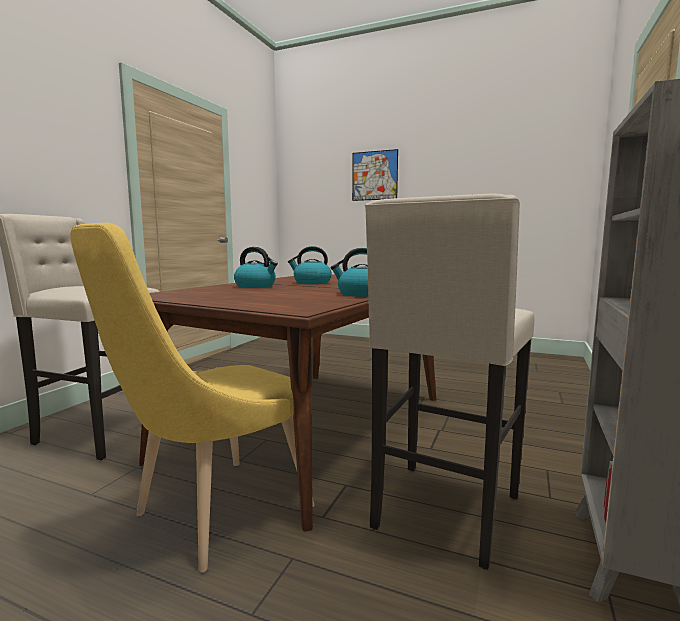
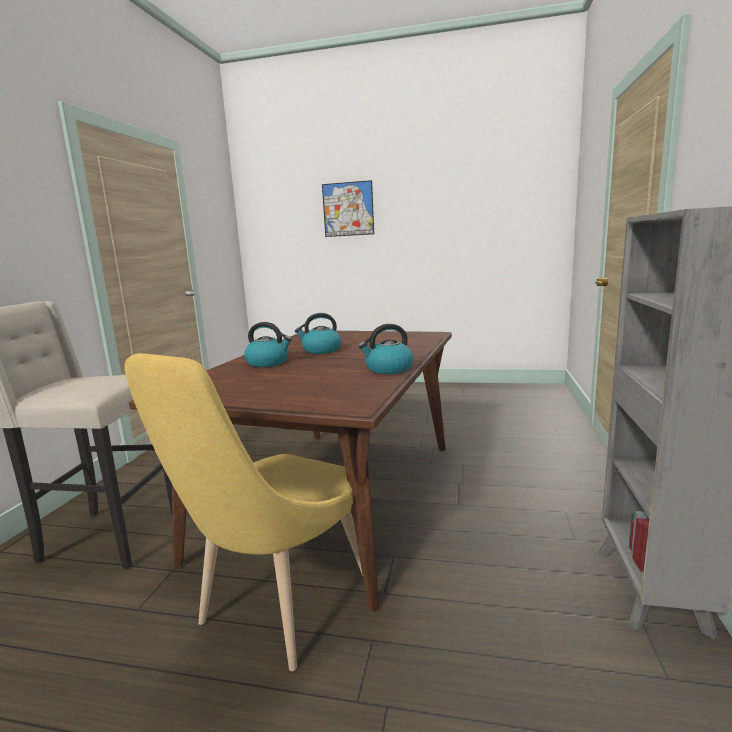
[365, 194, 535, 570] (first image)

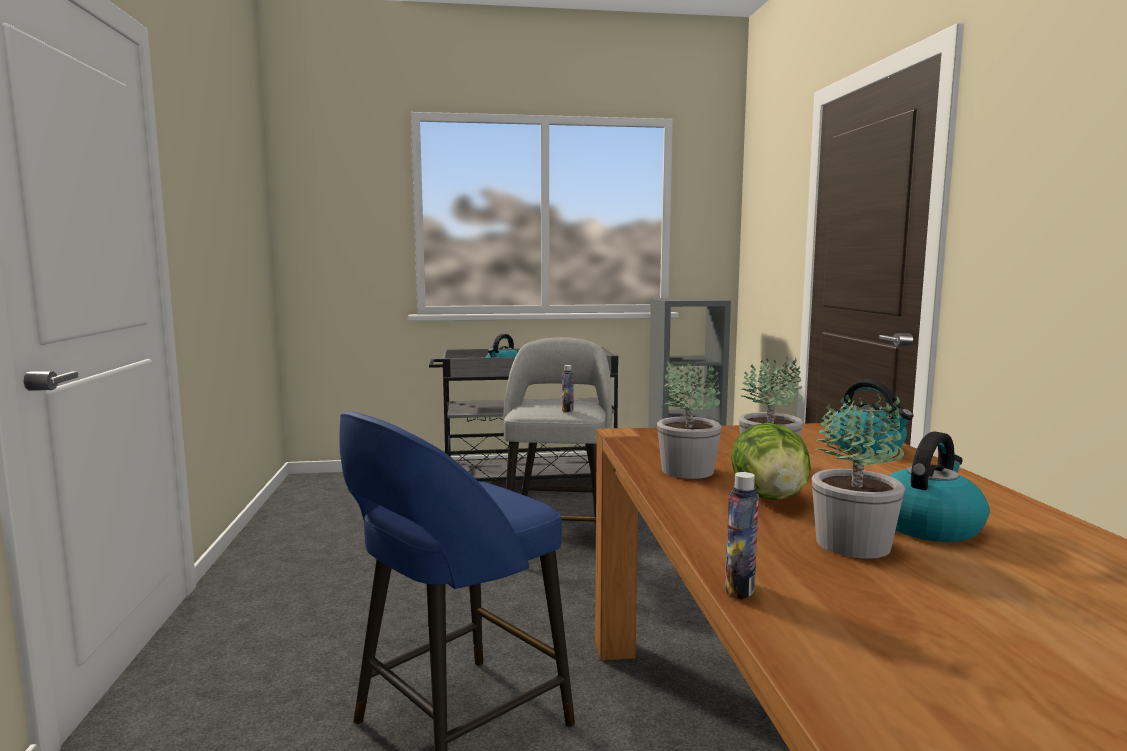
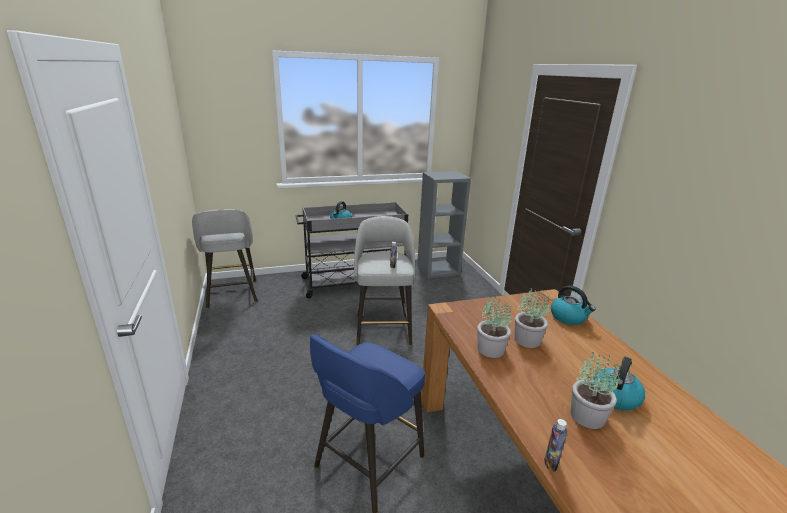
[192, 209, 257, 308]
[731, 423, 811, 500] (first image)

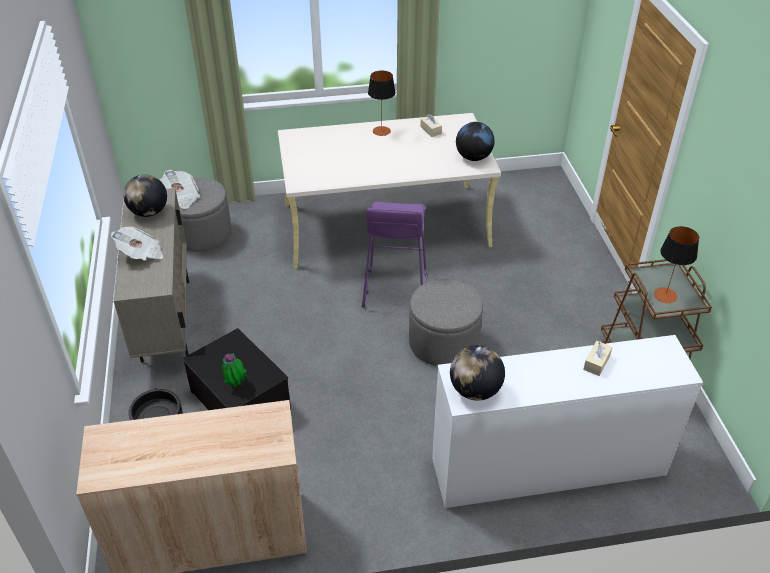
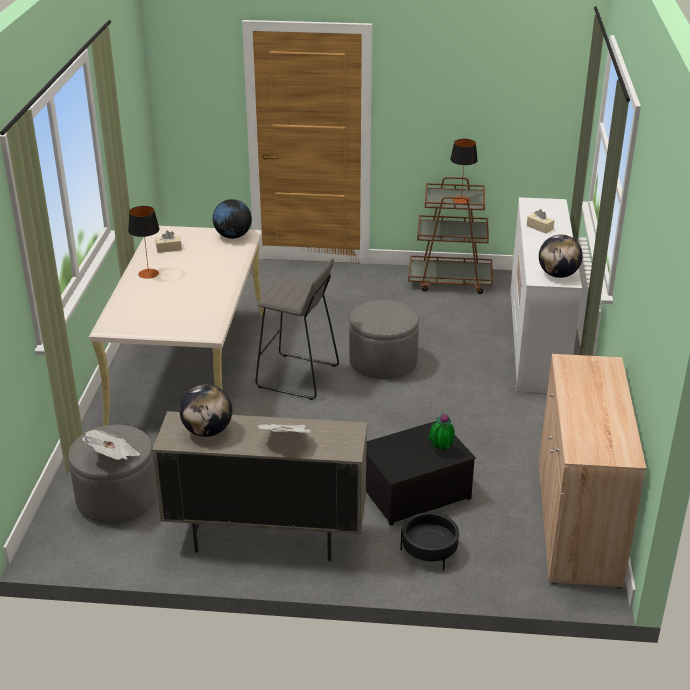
[255, 258, 339, 400]

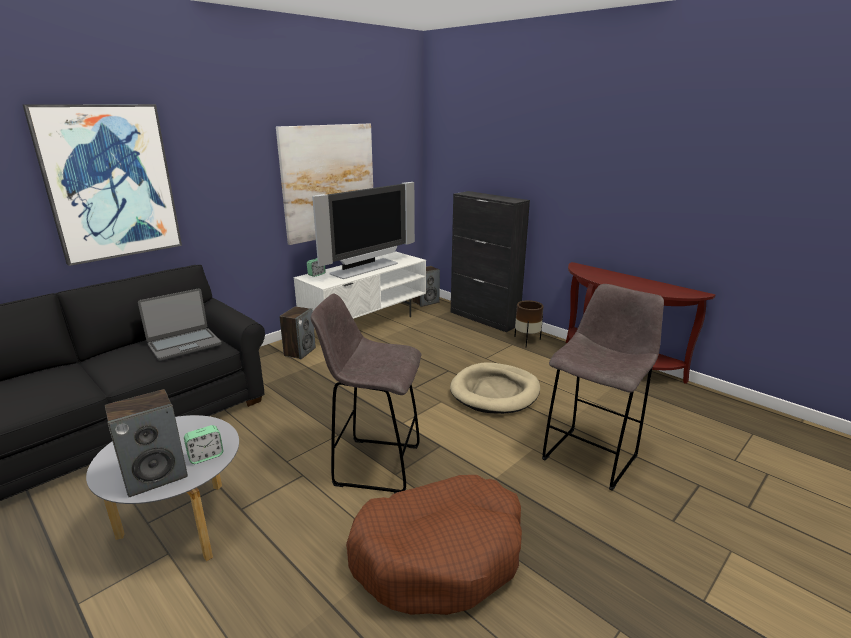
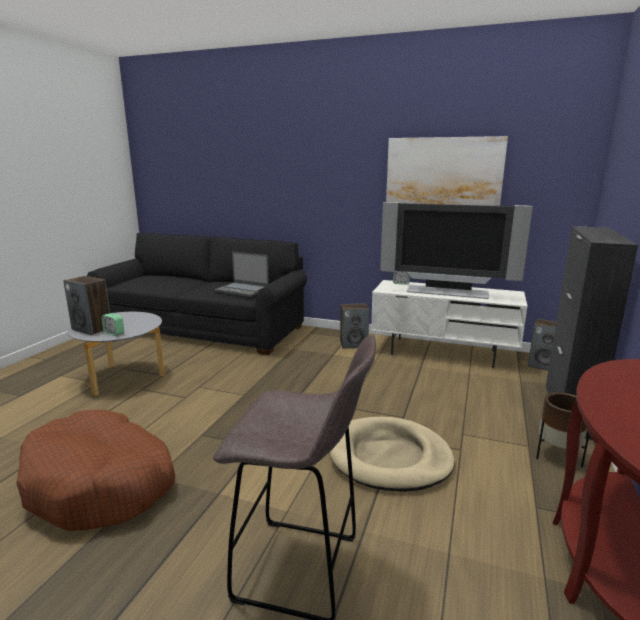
[22, 104, 182, 266] (first image)
[311, 293, 421, 493] (first image)

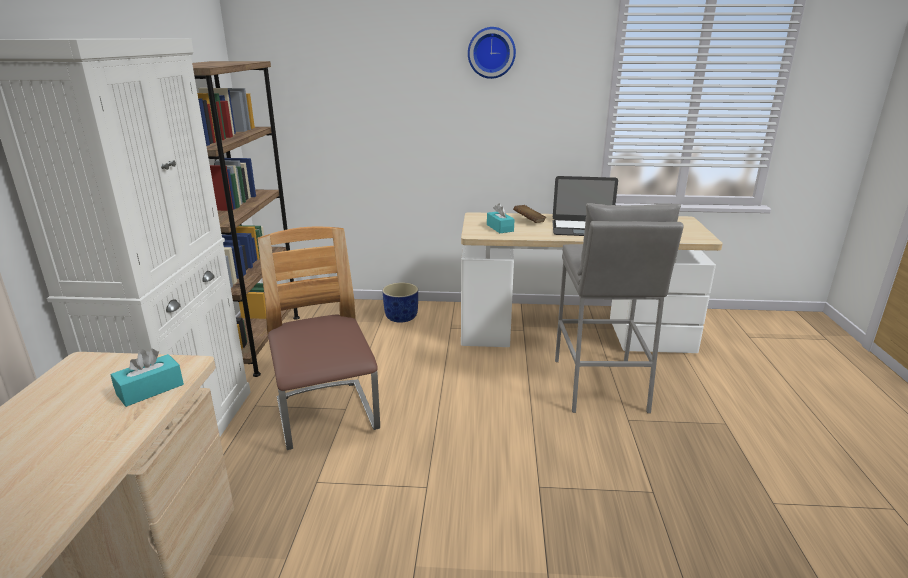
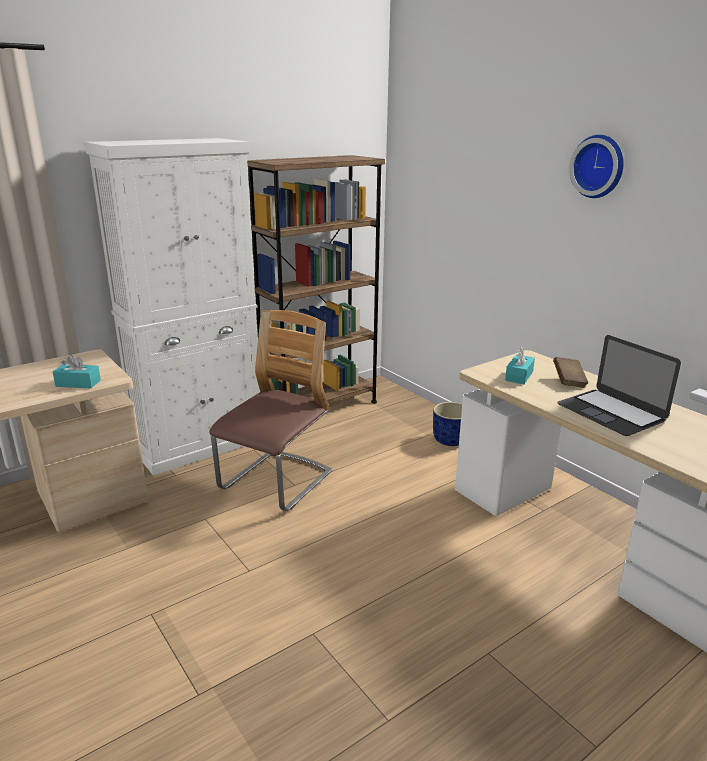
[555, 203, 684, 413] (first image)

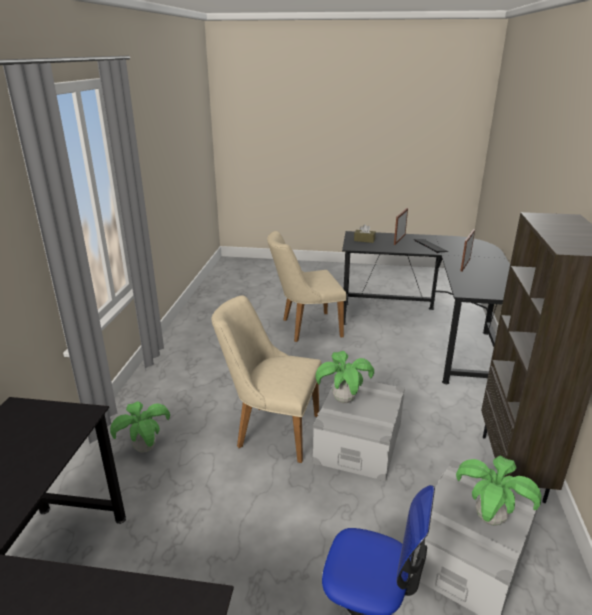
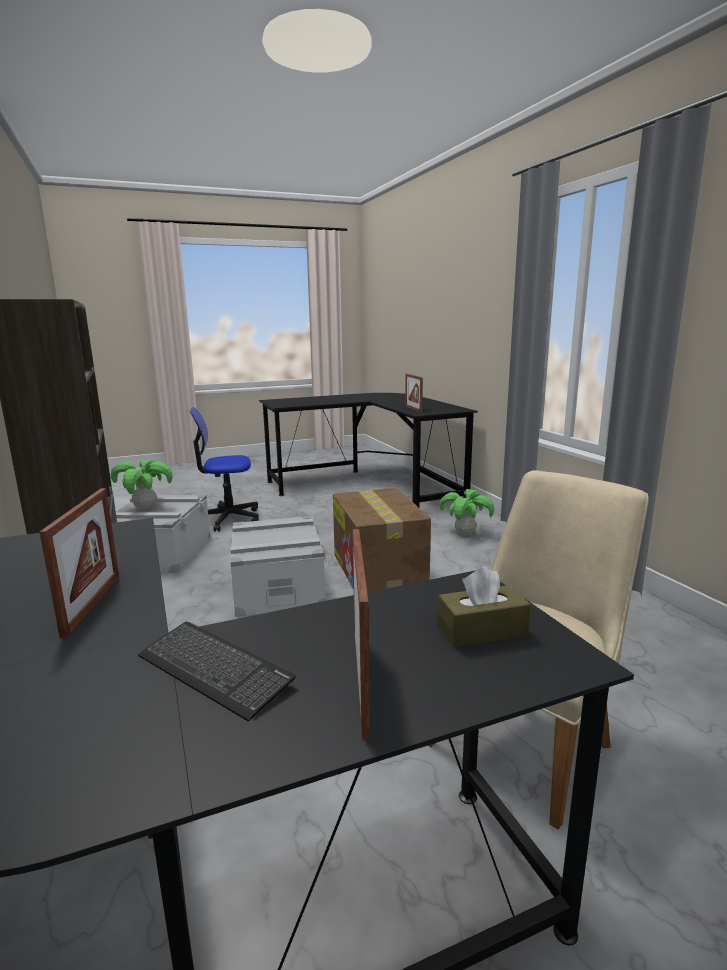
[333, 488, 431, 592]
[405, 374, 423, 412]
[315, 351, 374, 403] (first image)

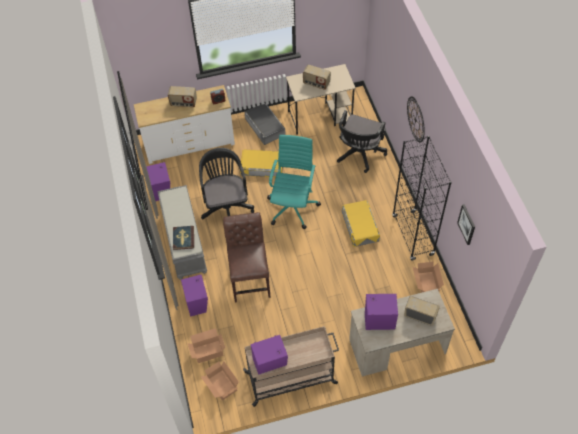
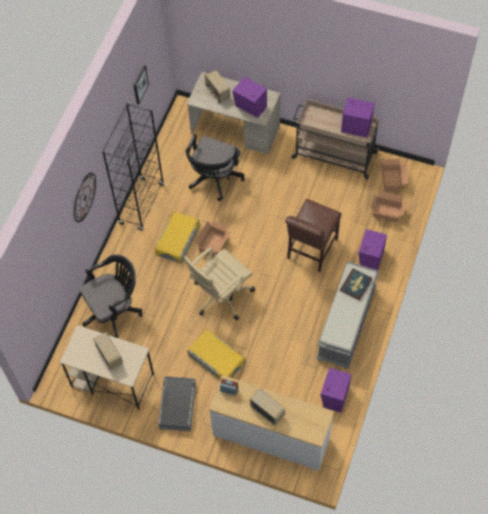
[184, 247, 255, 320]
[185, 134, 245, 201]
[195, 220, 231, 257]

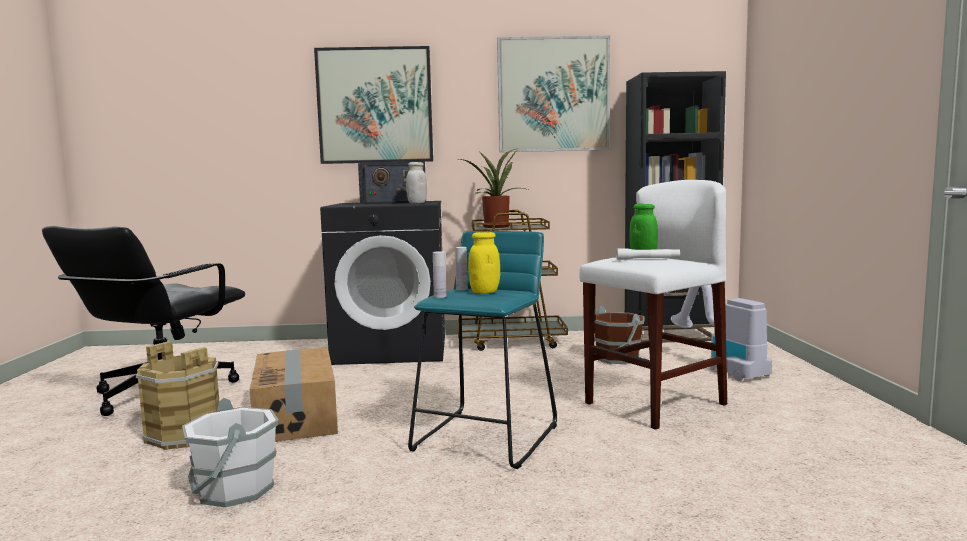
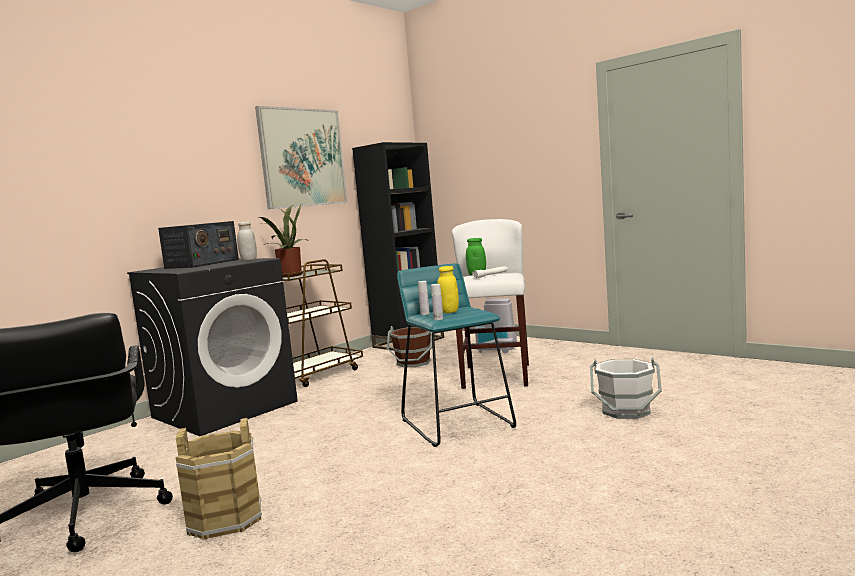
[590, 357, 662, 419]
[250, 347, 338, 442] (first image)
[314, 46, 433, 164] (first image)

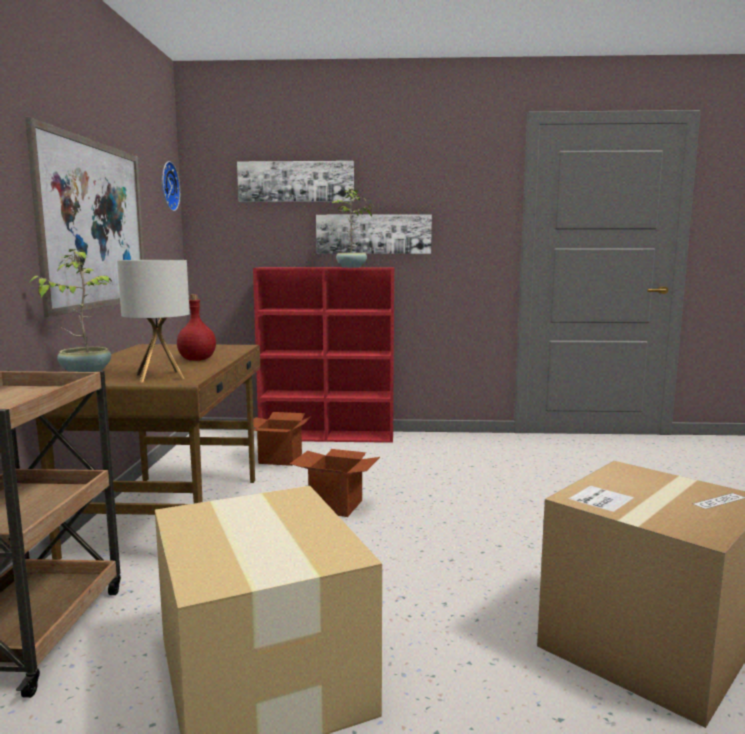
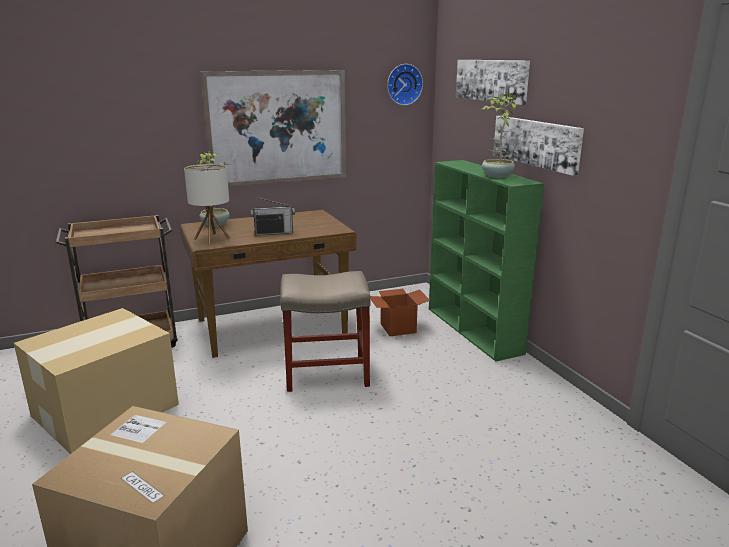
[251, 197, 295, 235]
[280, 271, 371, 392]
[429, 160, 544, 362]

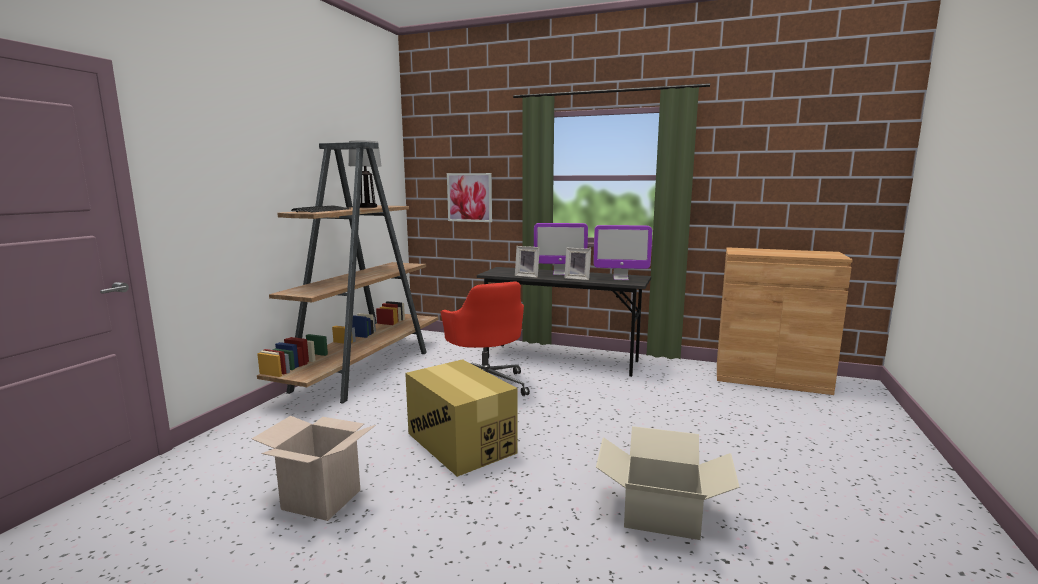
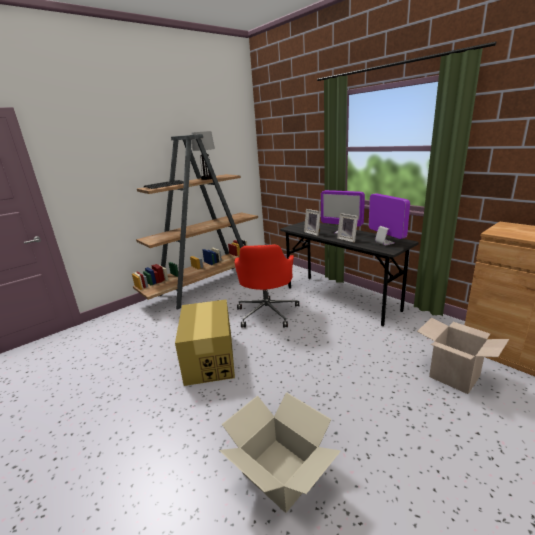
[369, 193, 410, 245]
[417, 317, 509, 394]
[447, 173, 492, 222] (first image)

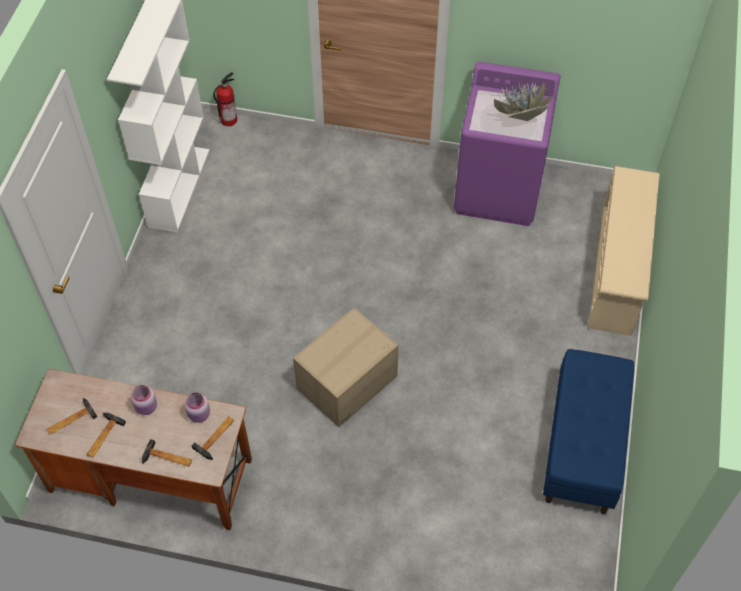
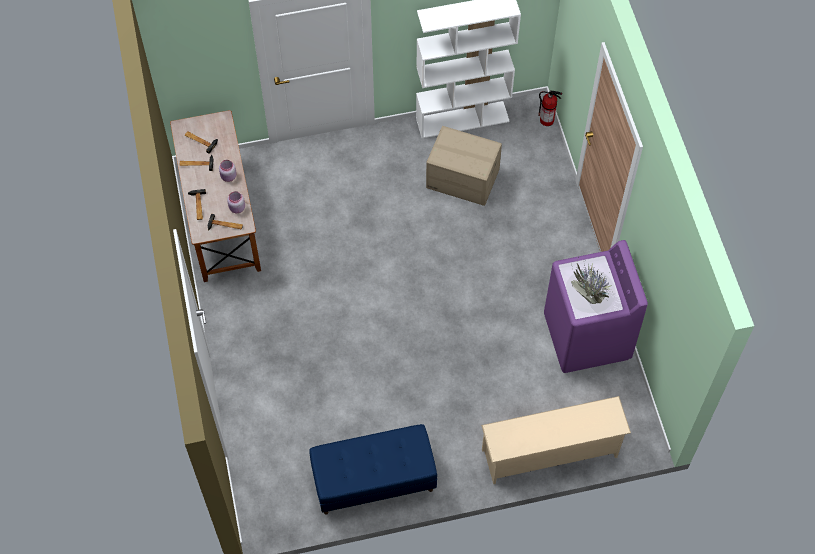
[426, 126, 502, 206]

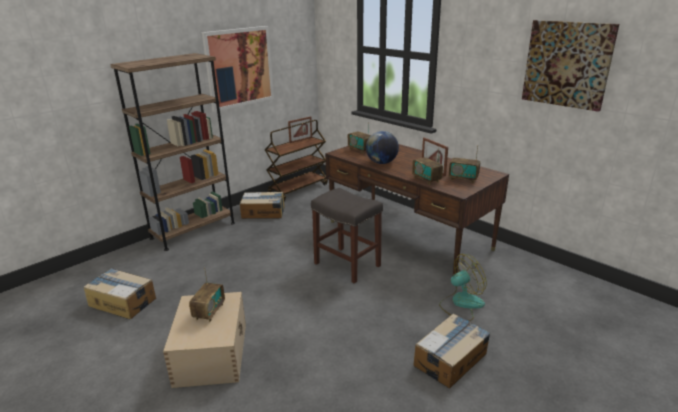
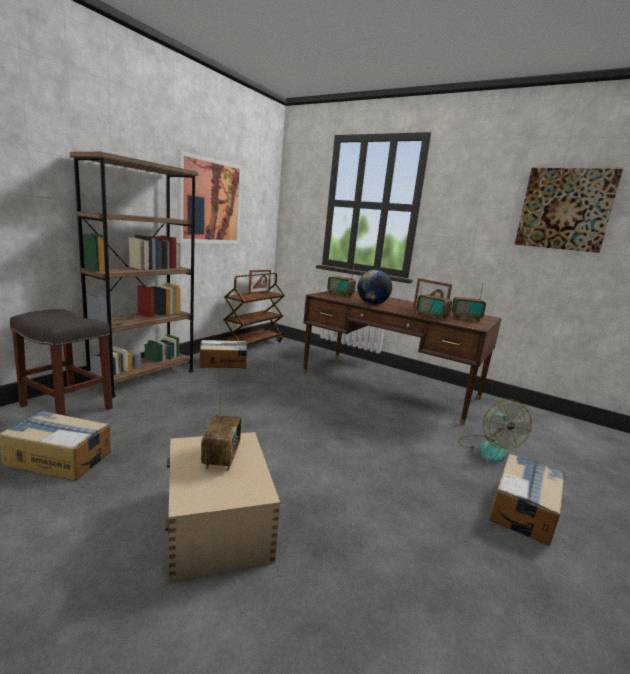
[10, 309, 113, 415]
[458, 399, 532, 462]

